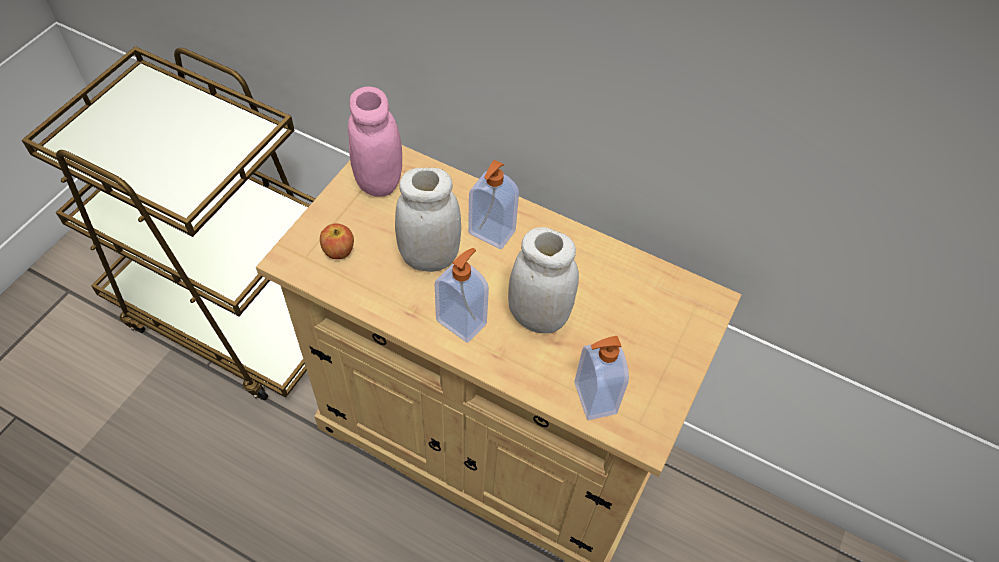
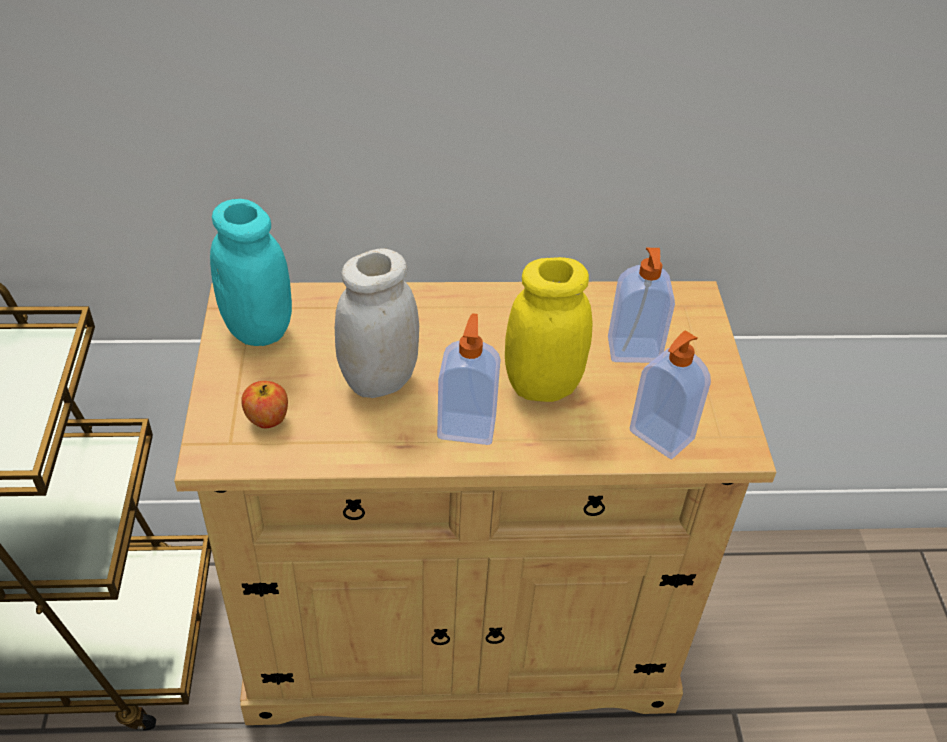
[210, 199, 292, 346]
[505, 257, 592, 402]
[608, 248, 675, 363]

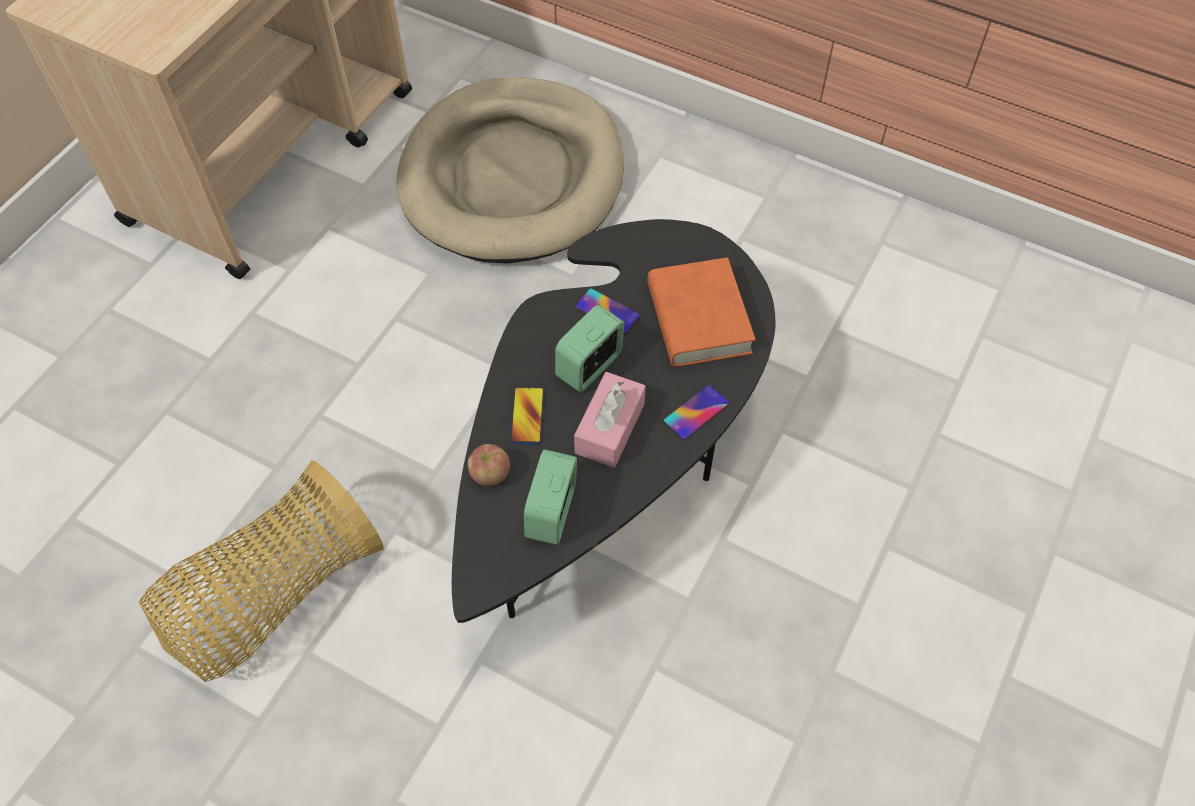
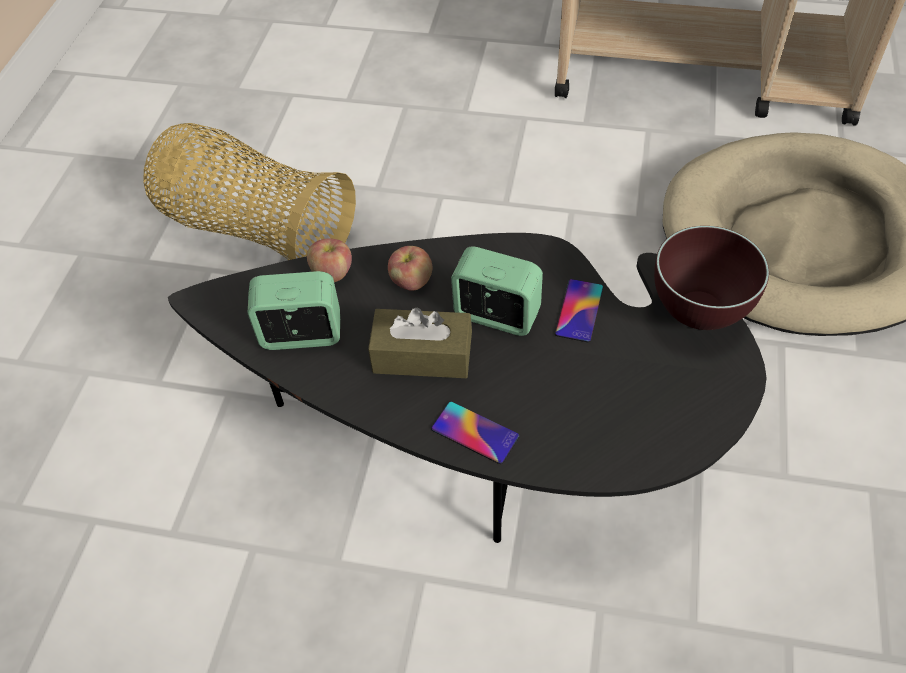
[368, 308, 472, 378]
[388, 246, 433, 291]
[654, 226, 769, 330]
[647, 257, 755, 367] (first image)

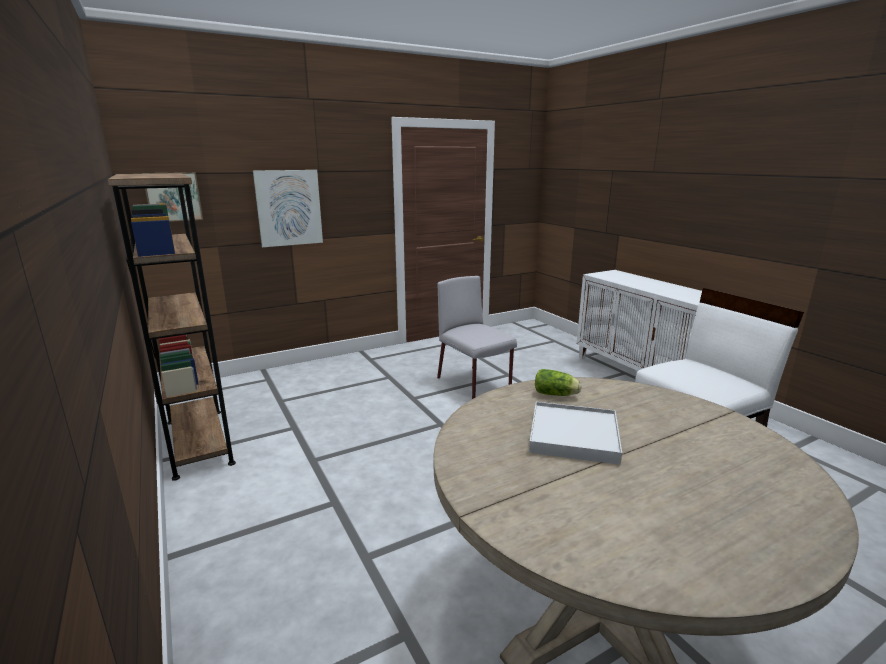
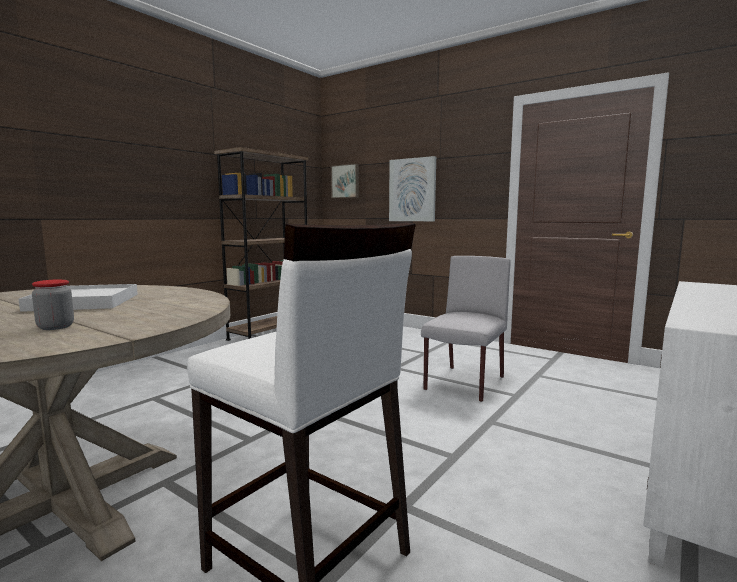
[32, 279, 74, 330]
[535, 369, 582, 396] (first image)

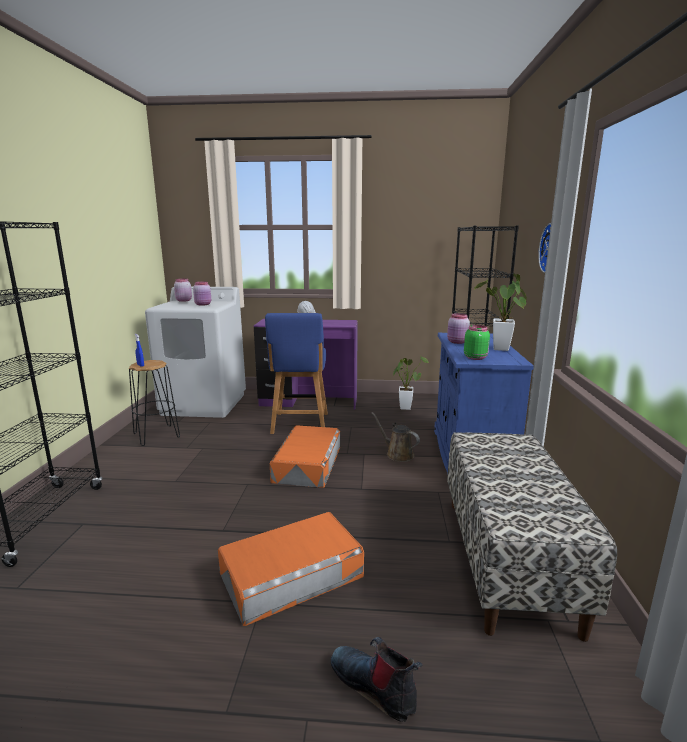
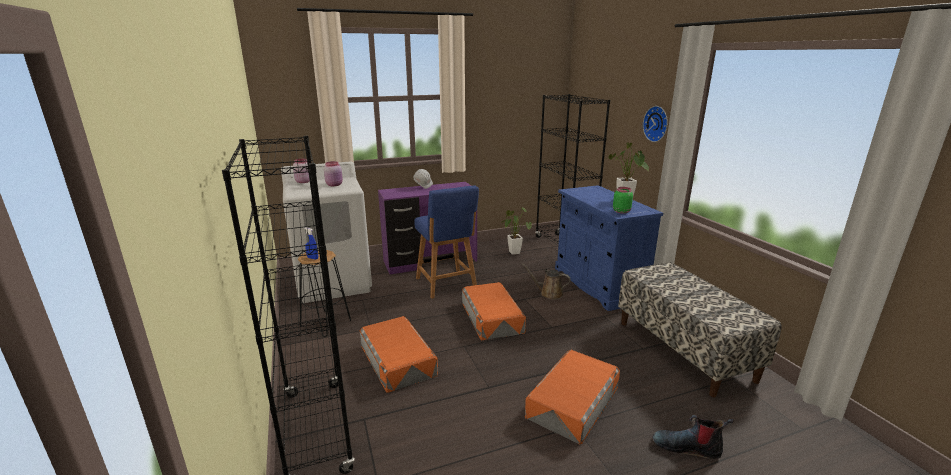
[360, 316, 438, 393]
[447, 313, 470, 344] (first image)

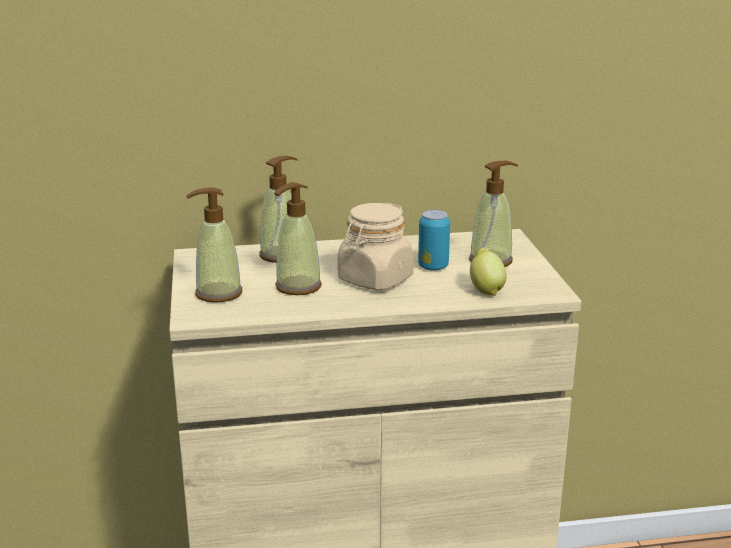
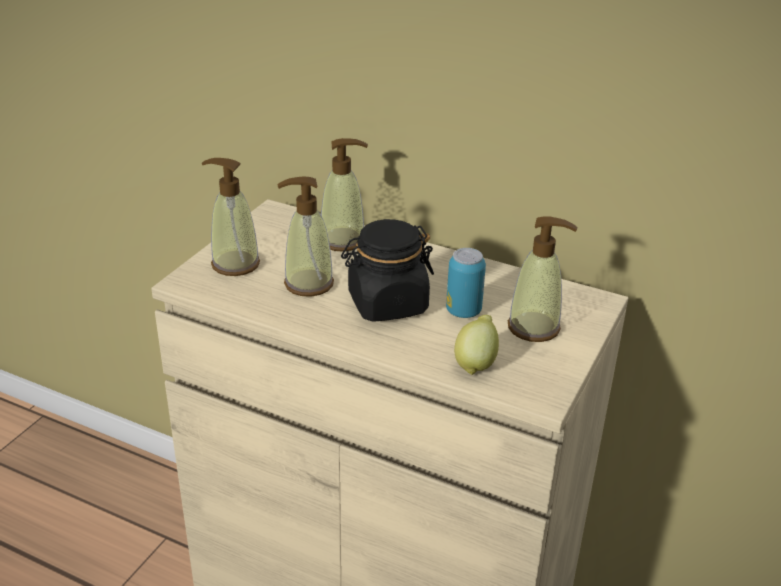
[341, 219, 434, 322]

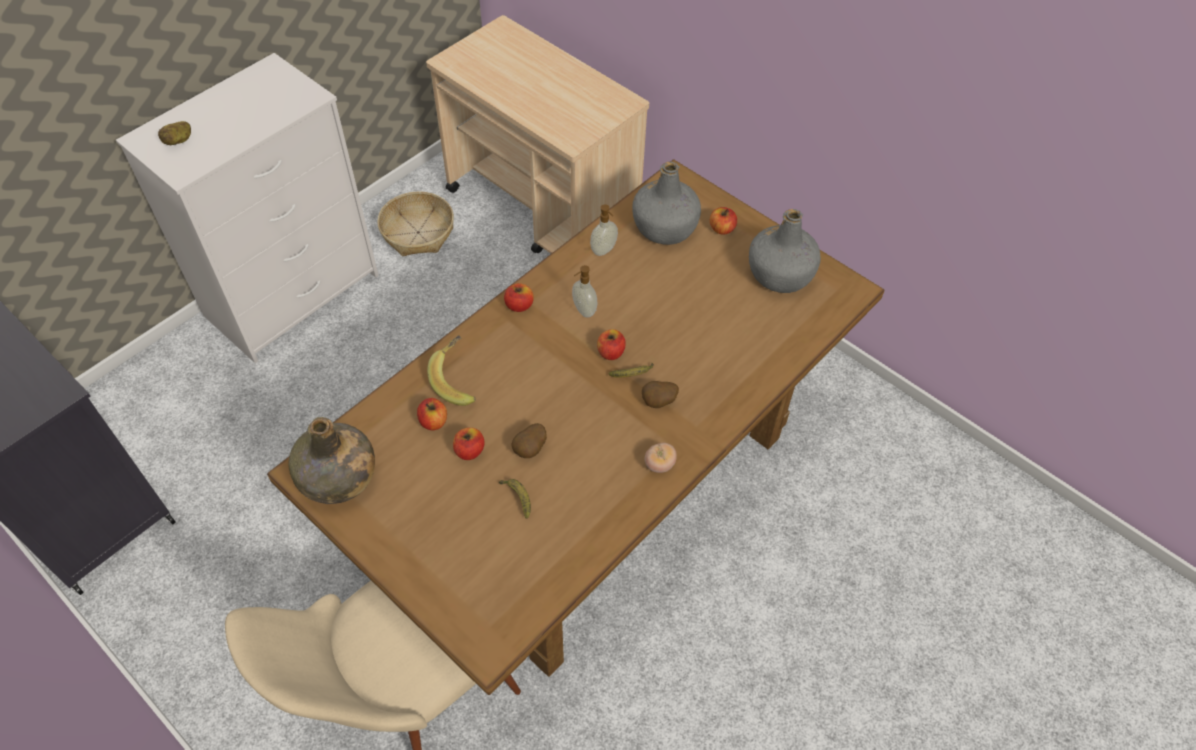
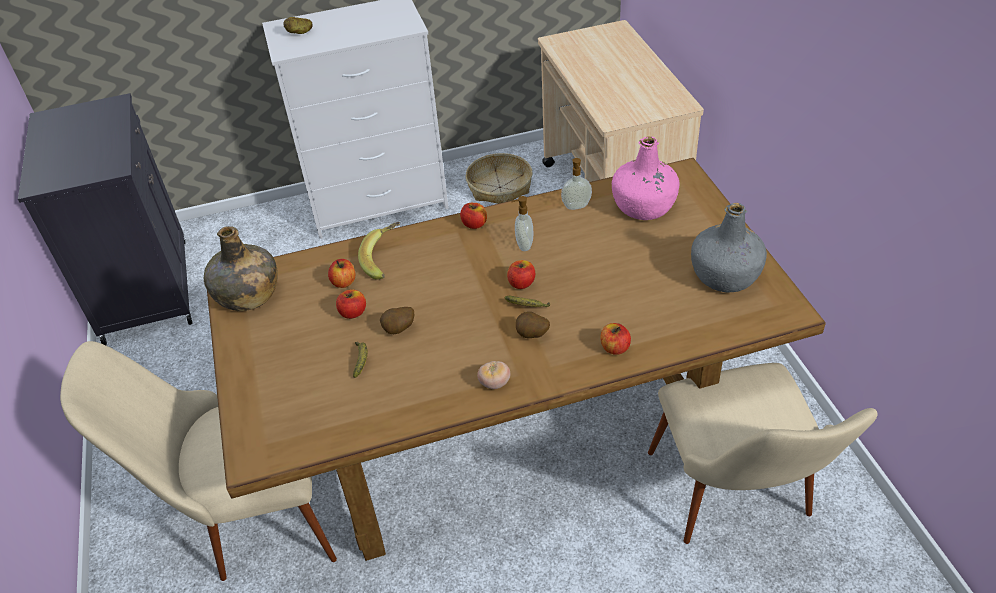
[601, 323, 631, 355]
[612, 136, 680, 220]
[648, 363, 878, 544]

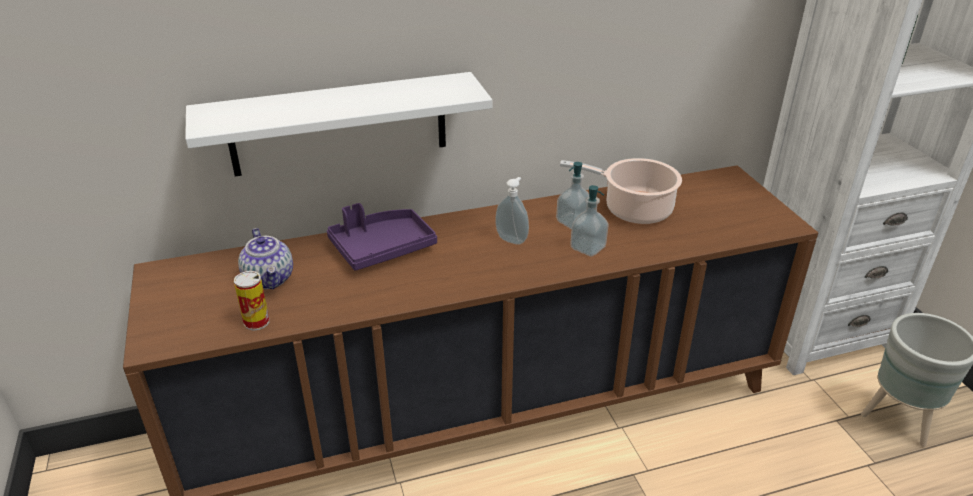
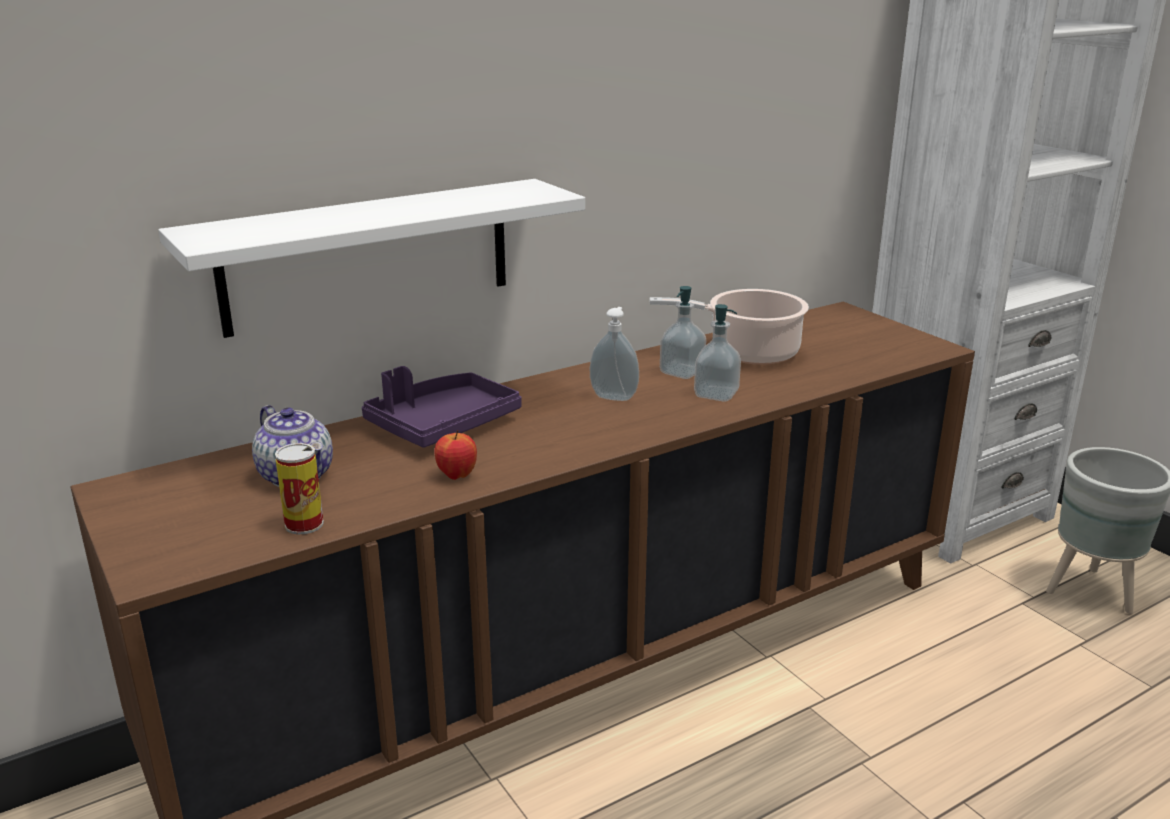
[435, 430, 477, 480]

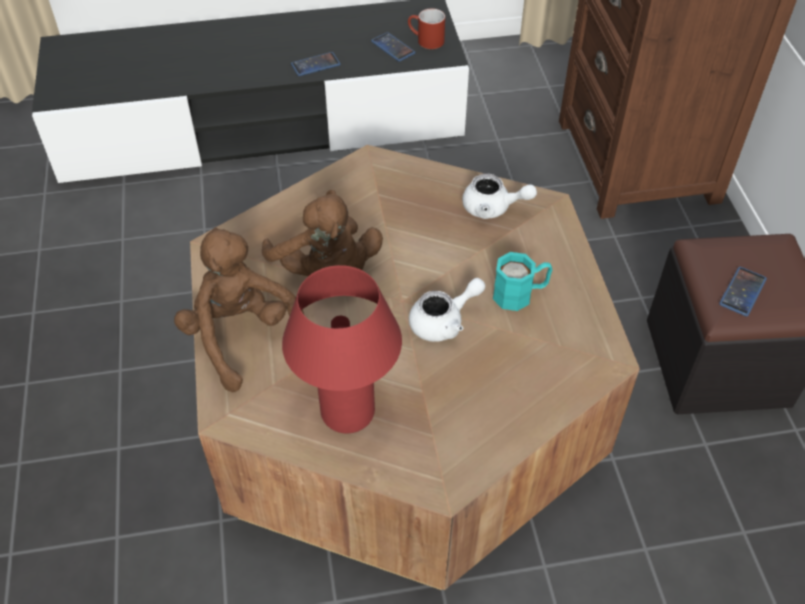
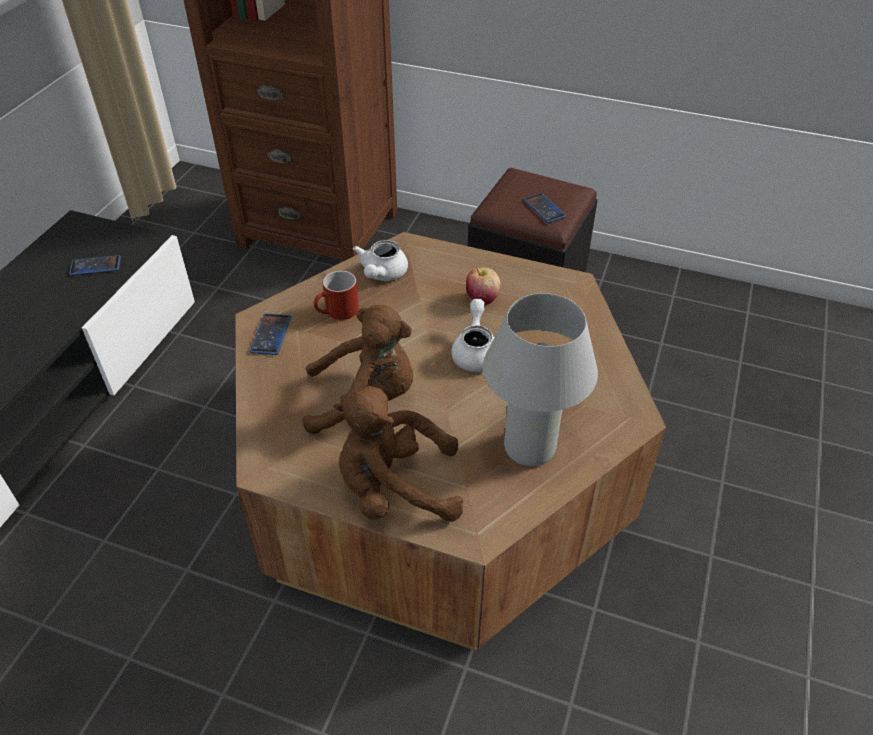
[250, 313, 291, 355]
[314, 270, 359, 320]
[353, 240, 408, 281]
[466, 267, 501, 304]
[483, 293, 598, 466]

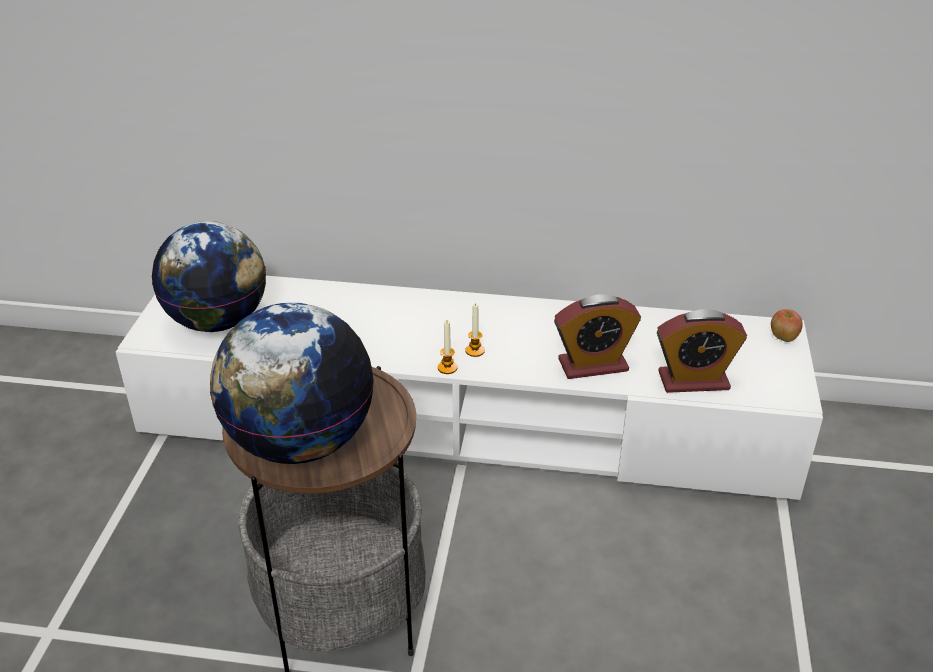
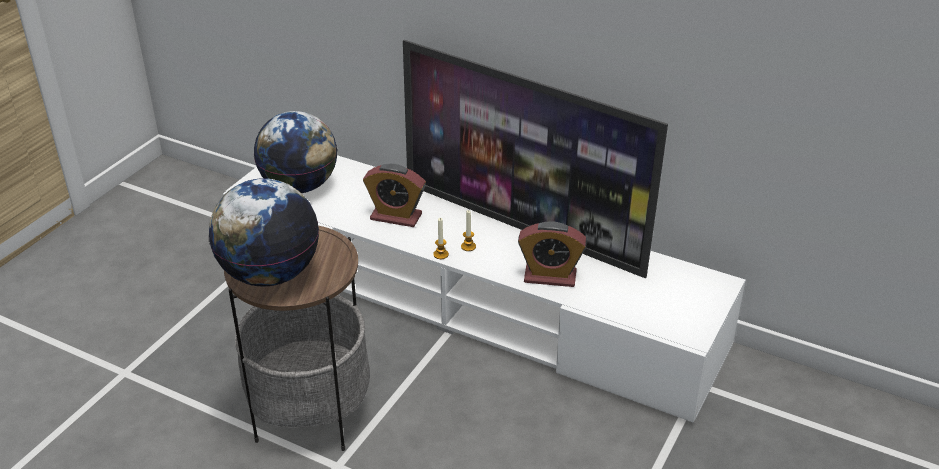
[363, 164, 426, 227]
[403, 40, 668, 279]
[771, 309, 803, 342] (first image)

